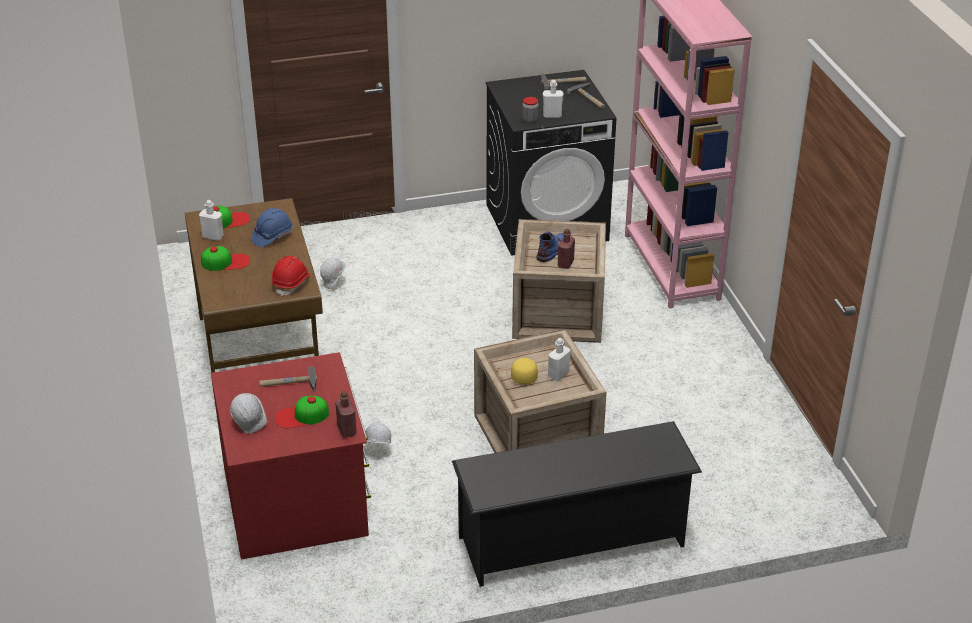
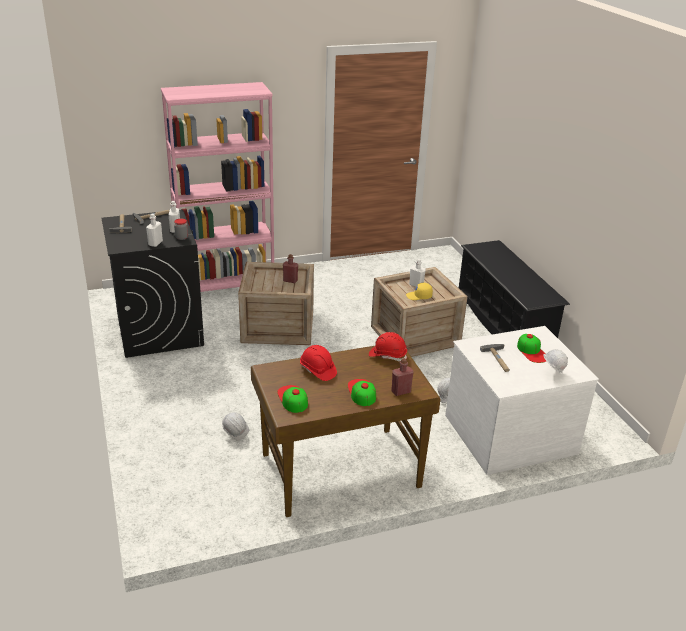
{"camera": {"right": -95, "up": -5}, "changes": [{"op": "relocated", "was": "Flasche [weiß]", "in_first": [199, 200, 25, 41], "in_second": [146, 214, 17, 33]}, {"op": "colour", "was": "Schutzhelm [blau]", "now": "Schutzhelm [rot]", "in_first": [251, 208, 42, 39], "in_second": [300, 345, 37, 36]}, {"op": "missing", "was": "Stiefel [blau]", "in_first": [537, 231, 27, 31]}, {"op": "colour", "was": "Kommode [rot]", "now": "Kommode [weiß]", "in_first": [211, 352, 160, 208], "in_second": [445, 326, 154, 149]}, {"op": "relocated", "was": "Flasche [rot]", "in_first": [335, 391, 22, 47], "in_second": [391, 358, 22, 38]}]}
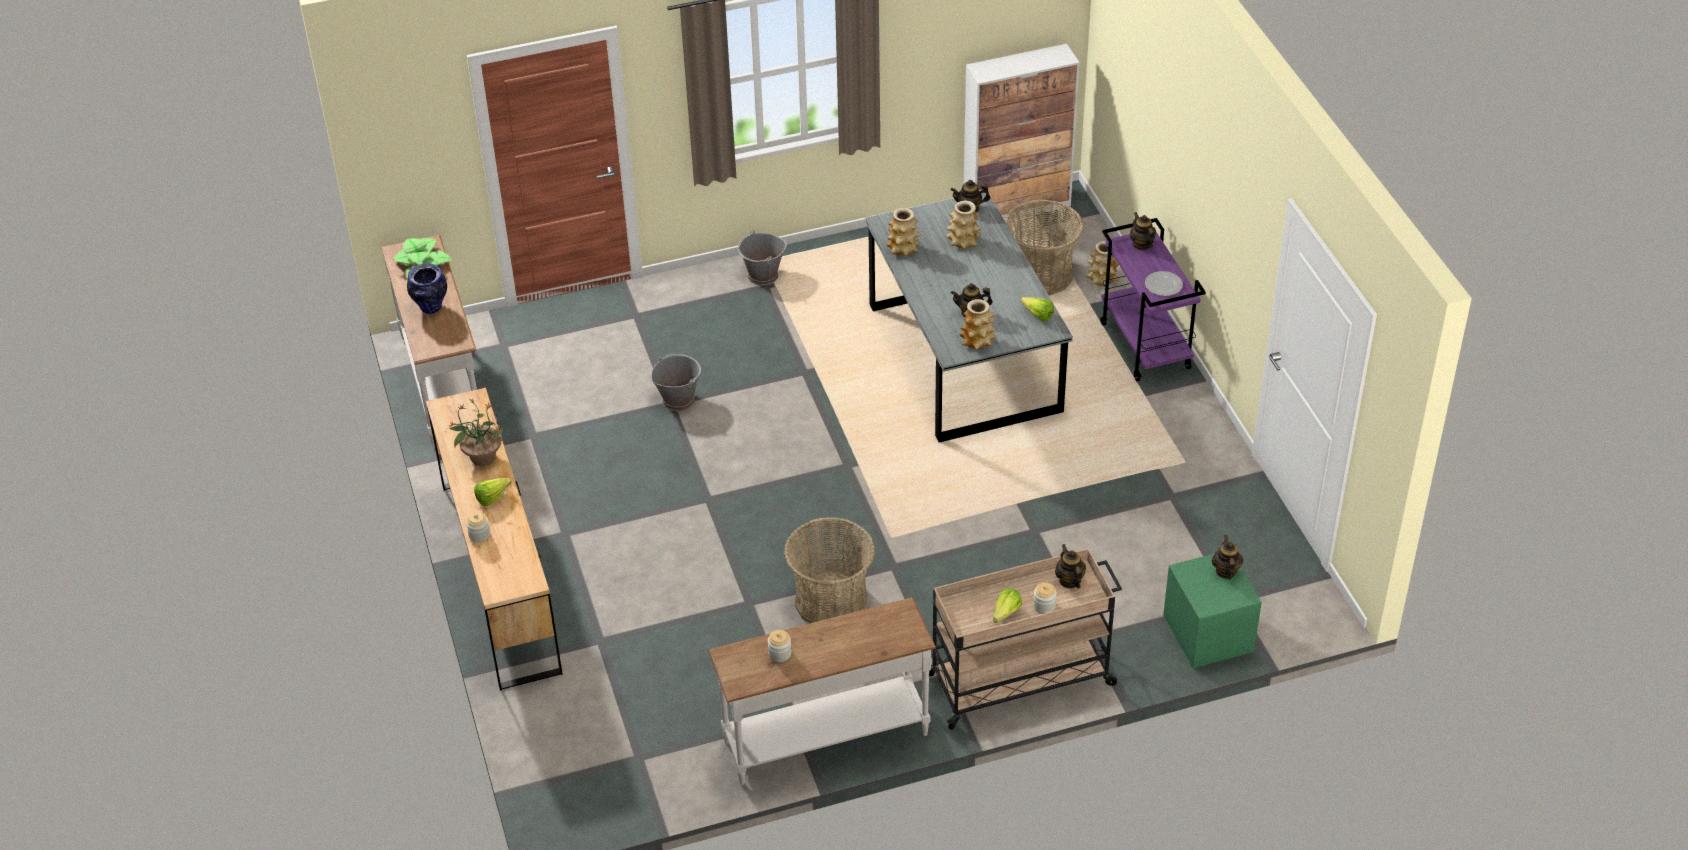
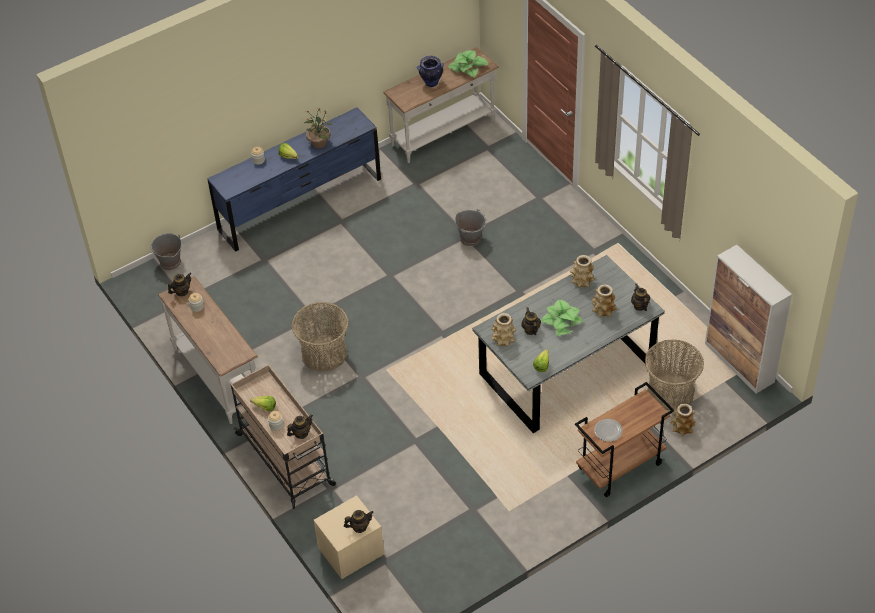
{"camera": {"right": 75, "up": 5}, "changes": [{"op": "relocated", "was": "Teekanne", "in_first": [1130, 212, 26, 38], "in_second": [168, 273, 24, 23]}, {"op": "colour", "was": "Rollwagen [lila]", "now": "Rollwagen [braun]", "in_first": [1100, 218, 106, 164], "in_second": [575, 382, 99, 115]}, {"op": "relocated", "was": "Eimer [grau]", "in_first": [738, 230, 49, 56], "in_second": [150, 233, 32, 37]}, {"op": "colour", "was": "Kommode [braun]", "now": "Kommode [blau]", "in_first": [426, 388, 137, 302], "in_second": [207, 107, 174, 145]}, {"op": "colour", "was": "Nachttisch [grün]", "now": "Nachttisch [beige]", "in_first": [1163, 554, 99, 114], "in_second": [314, 495, 70, 84]}, {"op": "appeared", "now": "Topfpflanze", "in_second": [541, 300, 43, 36]}]}
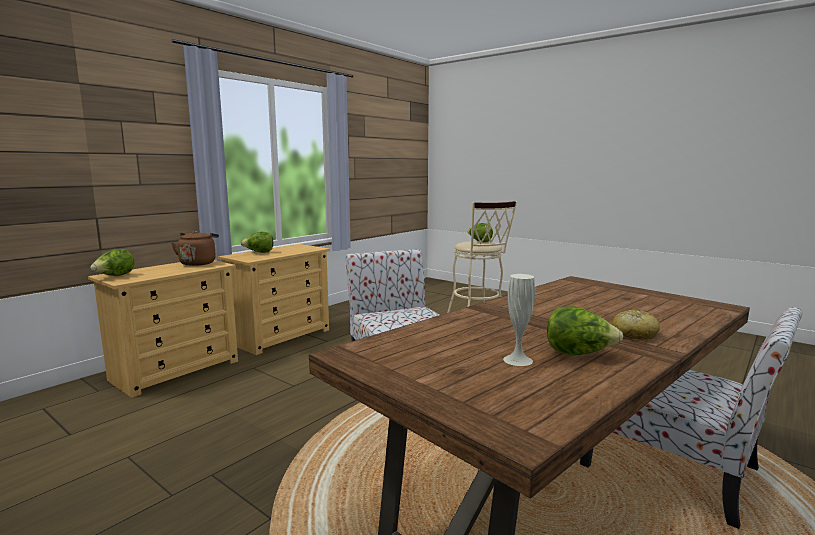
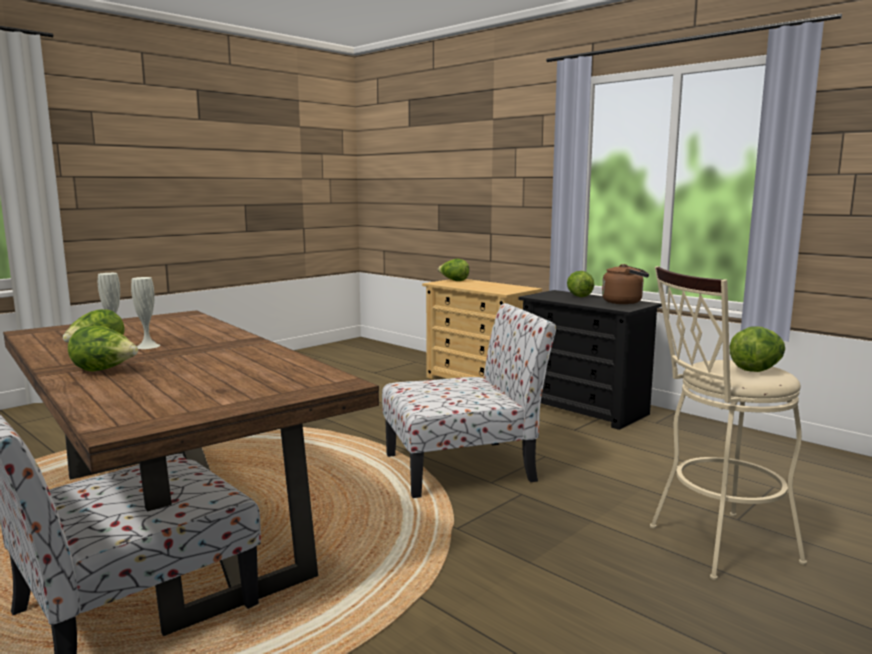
{"camera": {"right": 95, "up": 0}, "changes": [{"op": "relocated", "was": "Wasserkessel [braun]", "in_first": [171, 231, 48, 35], "in_second": [602, 264, 47, 40]}, {"op": "colour", "was": "Kommode [beige]", "now": "Kommode [schwarz]", "in_first": [218, 244, 112, 111], "in_second": [518, 290, 144, 140]}, {"op": "exchanged", "was": "Brot", "now": "Salatkopf", "in_first": [611, 310, 49, 30], "in_second": [68, 326, 70, 46]}, {"op": "appeared", "now": "Vase [weiß]", "in_second": [131, 277, 29, 72]}]}
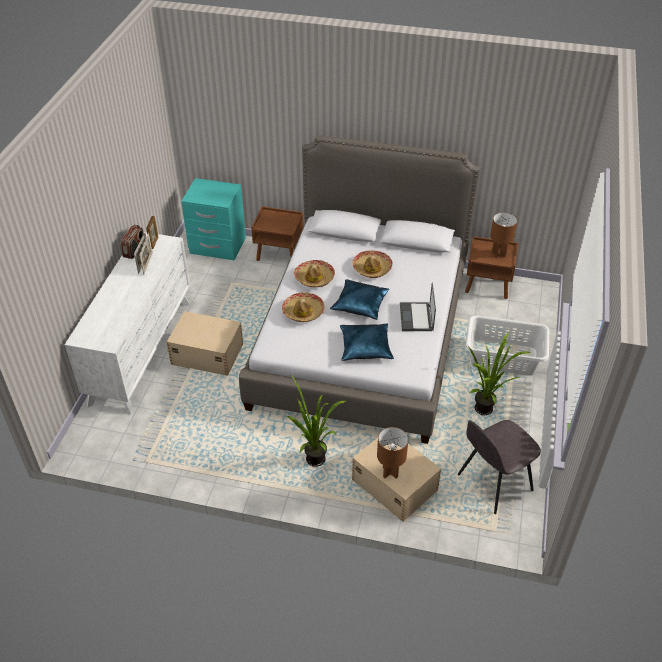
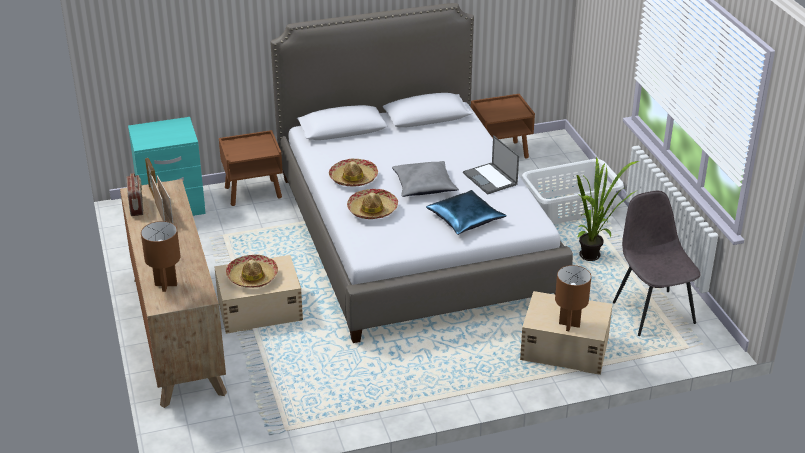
{"camera": {"right": -30, "up": -10}, "changes": [{"op": "relocated", "was": "Tischlampe [braun]", "in_first": [490, 212, 27, 46], "in_second": [141, 221, 40, 71]}, {"op": "colour", "was": "Kommode [weiß]", "now": "Kommode [braun]", "in_first": [65, 232, 125, 183], "in_second": [120, 179, 107, 229]}, {"op": "relocated", "was": "Hut", "in_first": [352, 251, 41, 27], "in_second": [226, 254, 52, 34]}, {"op": "colour", "was": "Kissen [blau]", "now": "Kissen [grau]", "in_first": [330, 279, 59, 41], "in_second": [392, 161, 67, 36]}, {"op": "missing", "was": "Topfpflanze", "in_first": [287, 376, 59, 91]}, {"op": "spun", "was": "Stuhl [grau]", "in_first": [458, 420, 83, 94], "in_second": [613, 191, 87, 145], "clockwise": 135}]}
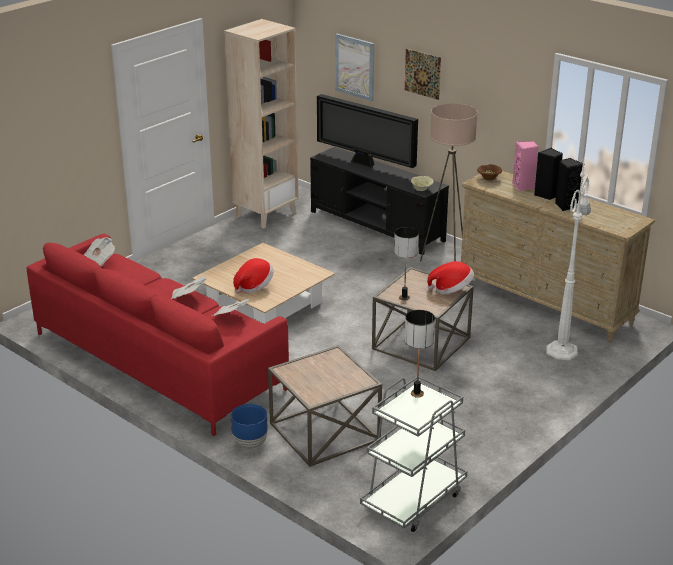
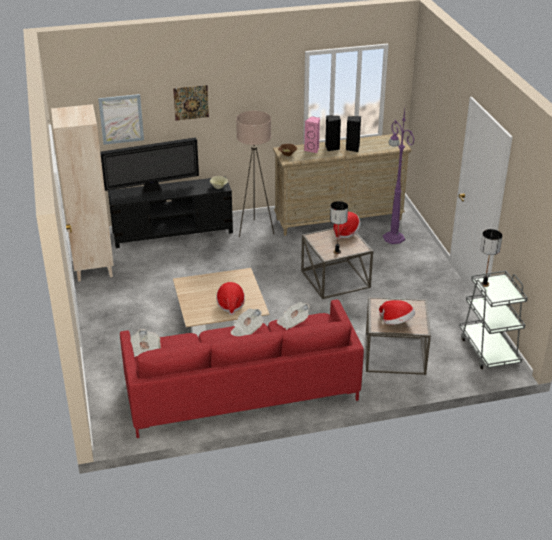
{"camera": {"right": -55, "up": 5}, "changes": [{"op": "colour", "was": "Stehlampe [weiß]", "now": "Stehlampe [lila]", "in_first": [547, 154, 44, 206], "in_second": [383, 109, 32, 135]}, {"op": "missing", "was": "Pflanzkübel [blau]", "in_first": [231, 404, 36, 45]}, {"op": "appeared", "now": "Hut", "in_second": [379, 300, 36, 25]}]}
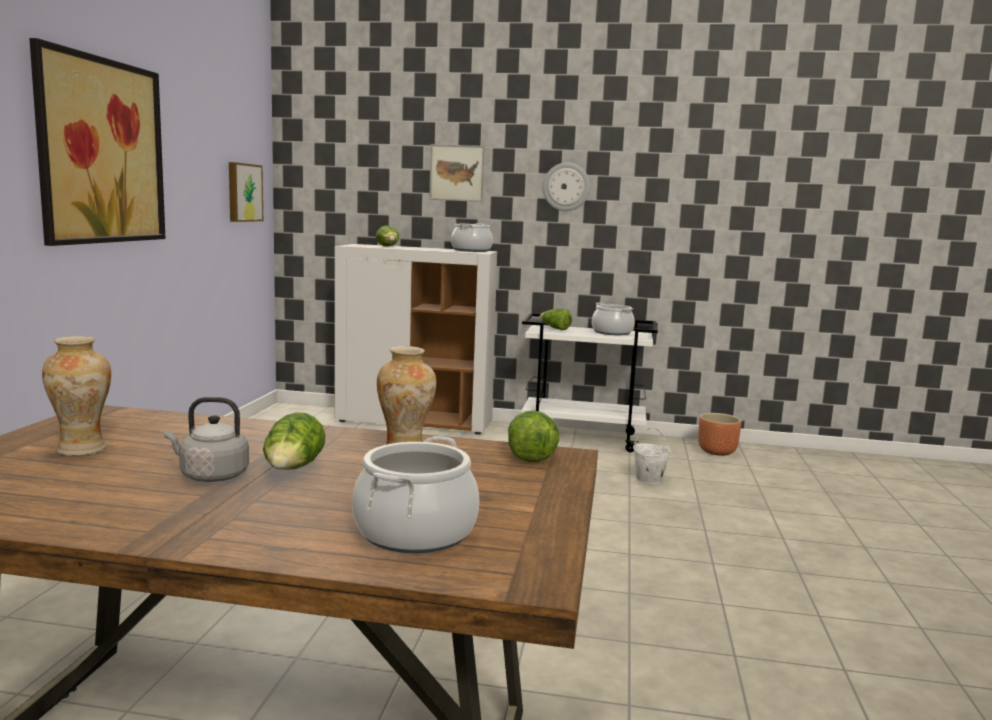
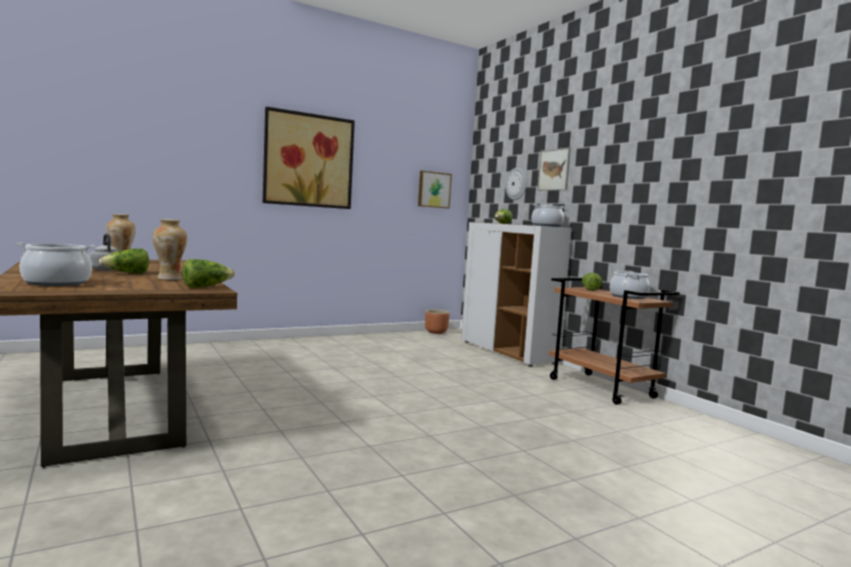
{"camera": {"right": 50, "up": -5}, "changes": [{"op": "relocated", "was": "Wanduhr", "in_first": [543, 163, 47, 48], "in_second": [505, 168, 21, 32]}, {"op": "colour", "was": "Rollwagen [weiß]", "now": "Rollwagen [braun]", "in_first": [521, 313, 137, 139], "in_second": [549, 278, 131, 127]}, {"op": "relocated", "was": "Pflanzkübel [braun]", "in_first": [698, 413, 43, 43], "in_second": [425, 310, 25, 24]}, {"op": "missing", "was": "Eimer [weiß]", "in_first": [633, 427, 38, 57]}]}
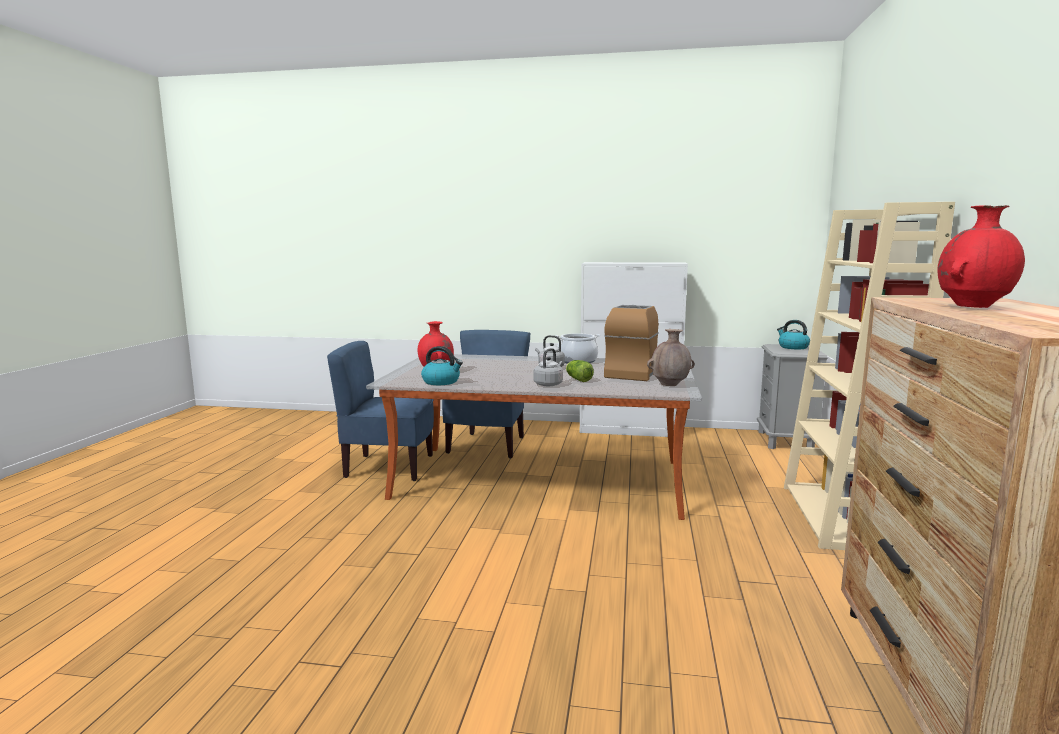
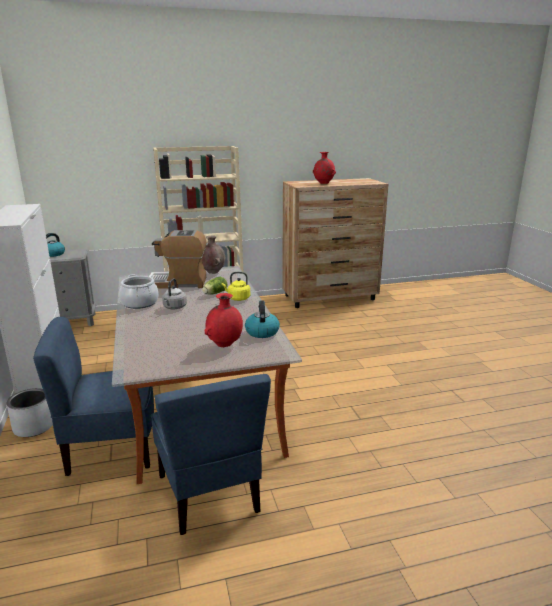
{"camera": {"right": -115, "up": 10}, "changes": [{"op": "colour", "was": "Wasserkessel [grau]", "now": "Wasserkessel [gelb]", "in_first": [533, 348, 30, 38], "in_second": [222, 272, 28, 29]}, {"op": "appeared", "now": "Pflanzkübel [grau]", "in_second": [6, 388, 47, 49]}]}
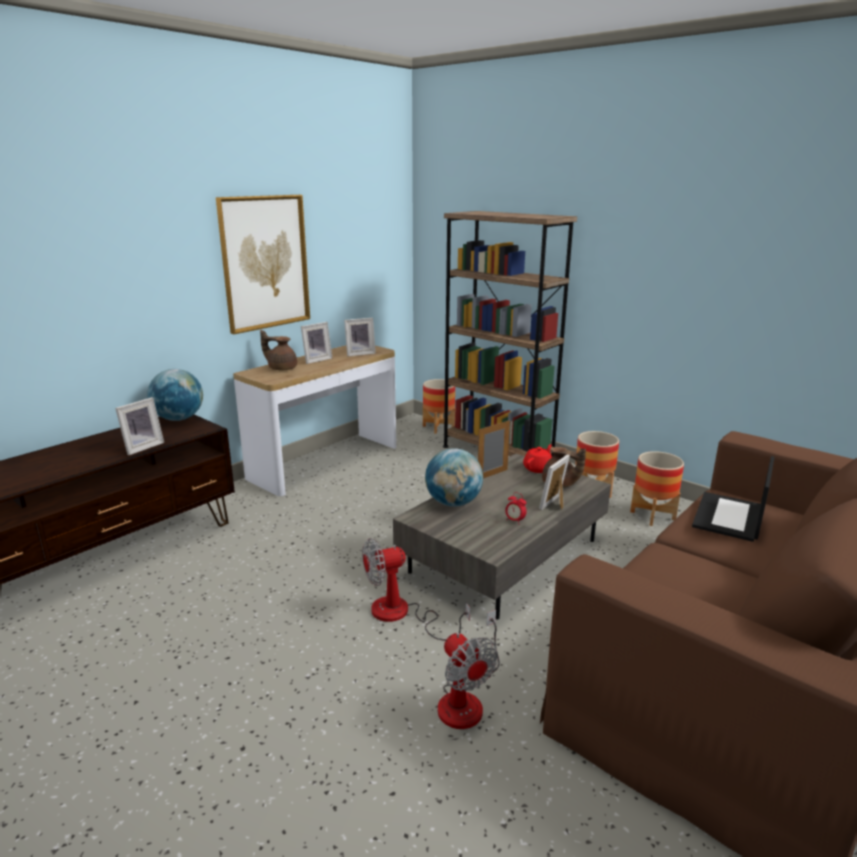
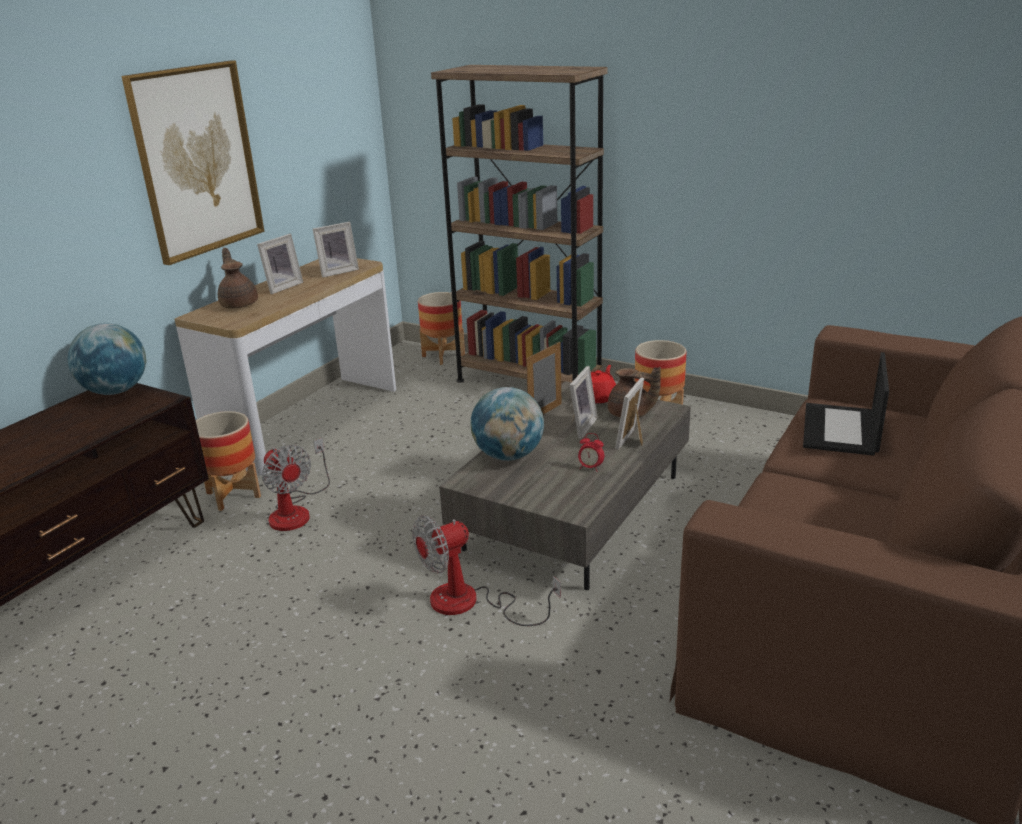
{"camera": {"right": -10, "up": 5}, "changes": [{"op": "spun", "was": "Teekanne [braun]", "in_first": [260, 330, 37, 41], "in_second": [218, 248, 40, 61], "clockwise": 60}, {"op": "relocated", "was": "Bilderrahmen", "in_first": [115, 397, 49, 58], "in_second": [570, 366, 28, 73]}, {"op": "relocated", "was": "Pflanzkübel", "in_first": [630, 451, 54, 75], "in_second": [196, 411, 65, 100]}, {"op": "relocated", "was": "Ventilator", "in_first": [438, 610, 62, 119], "in_second": [262, 438, 68, 93]}]}
